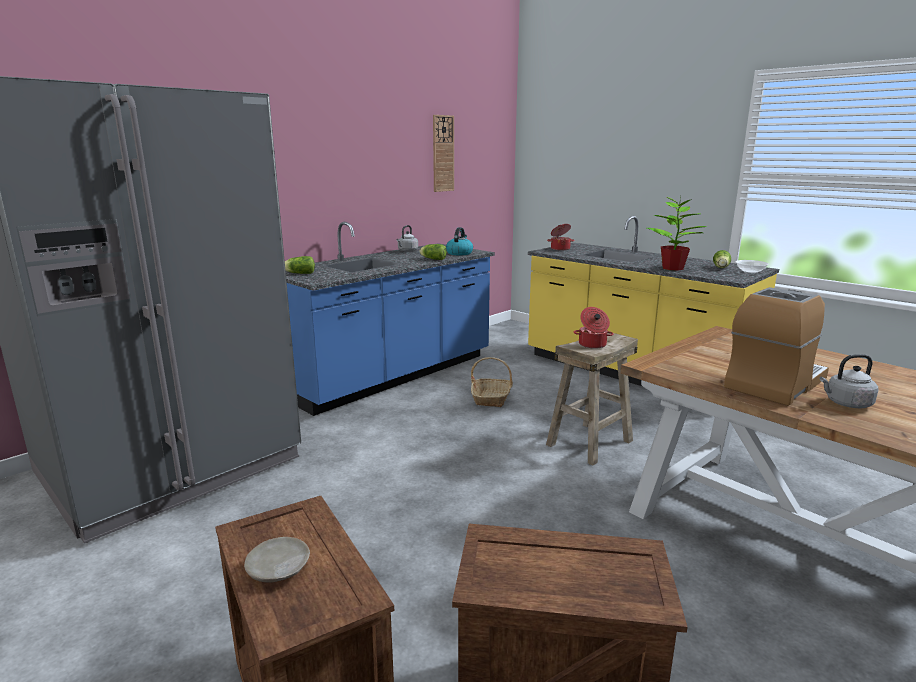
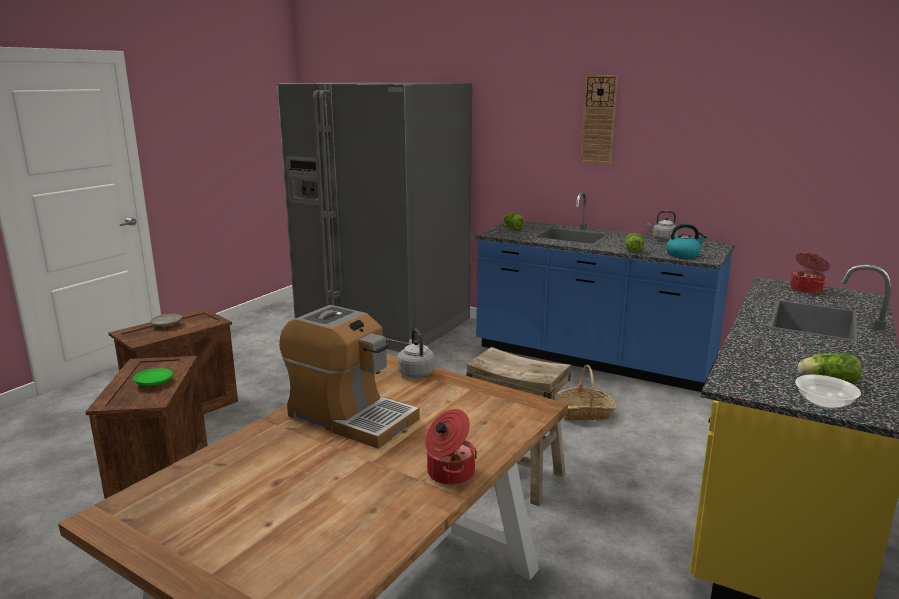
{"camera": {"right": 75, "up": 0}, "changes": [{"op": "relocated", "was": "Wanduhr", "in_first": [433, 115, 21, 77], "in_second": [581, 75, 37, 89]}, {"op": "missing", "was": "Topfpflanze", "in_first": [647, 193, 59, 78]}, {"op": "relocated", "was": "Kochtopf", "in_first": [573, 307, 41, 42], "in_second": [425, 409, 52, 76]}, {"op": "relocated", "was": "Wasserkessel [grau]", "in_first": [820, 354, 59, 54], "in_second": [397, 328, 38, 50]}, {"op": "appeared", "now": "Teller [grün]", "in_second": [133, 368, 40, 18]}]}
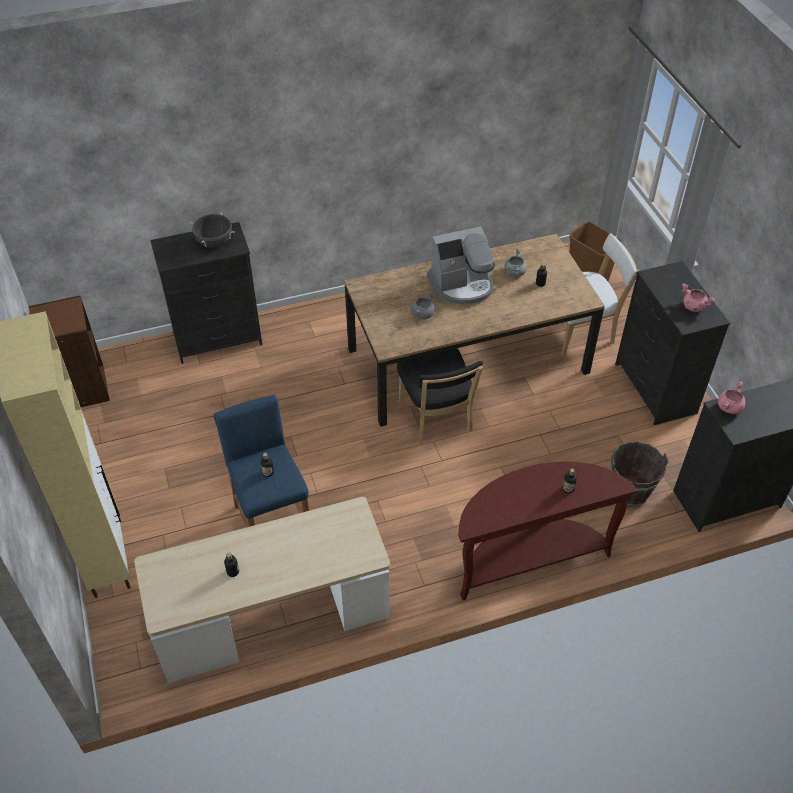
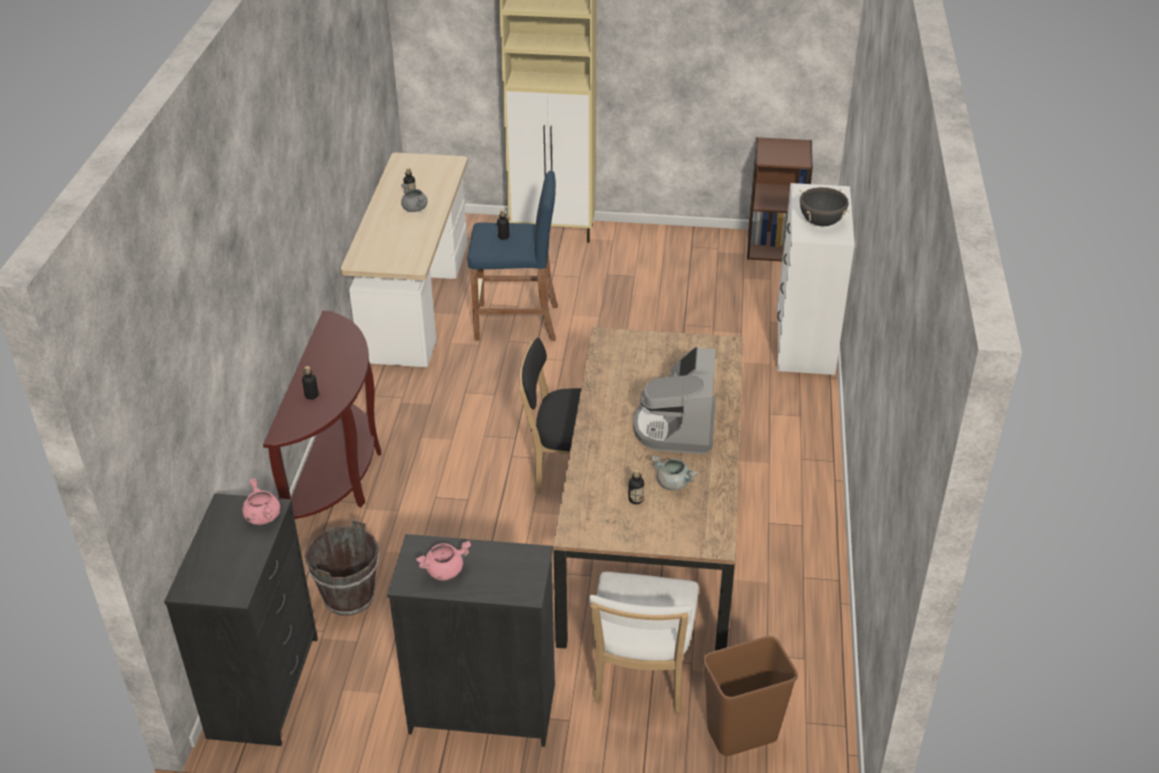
{"camera": {"right": 115, "up": -10}, "changes": [{"op": "colour", "was": "Kommode [schwarz]", "now": "Kommode [weiß]", "in_first": [150, 222, 112, 142], "in_second": [777, 183, 78, 192]}, {"op": "relocated", "was": "Kochtopf [grau]", "in_first": [411, 291, 24, 28], "in_second": [401, 184, 26, 28]}]}
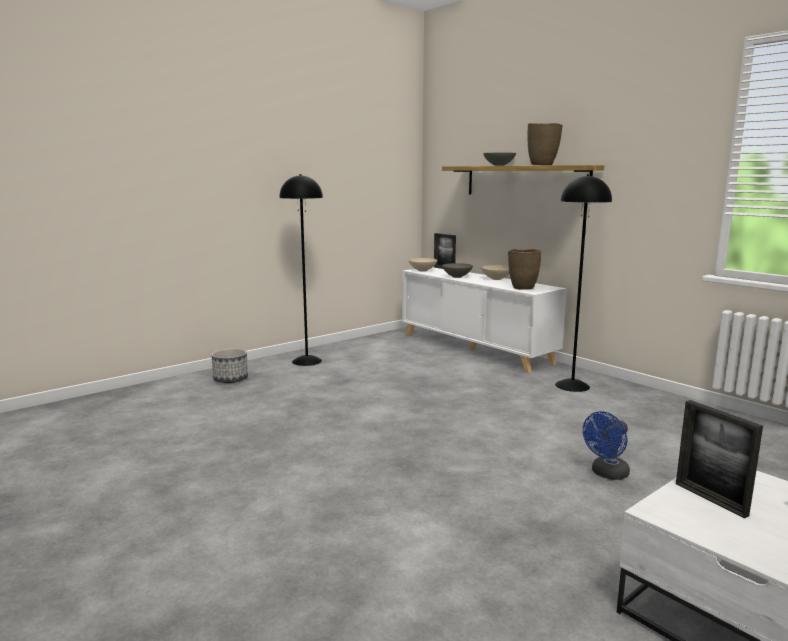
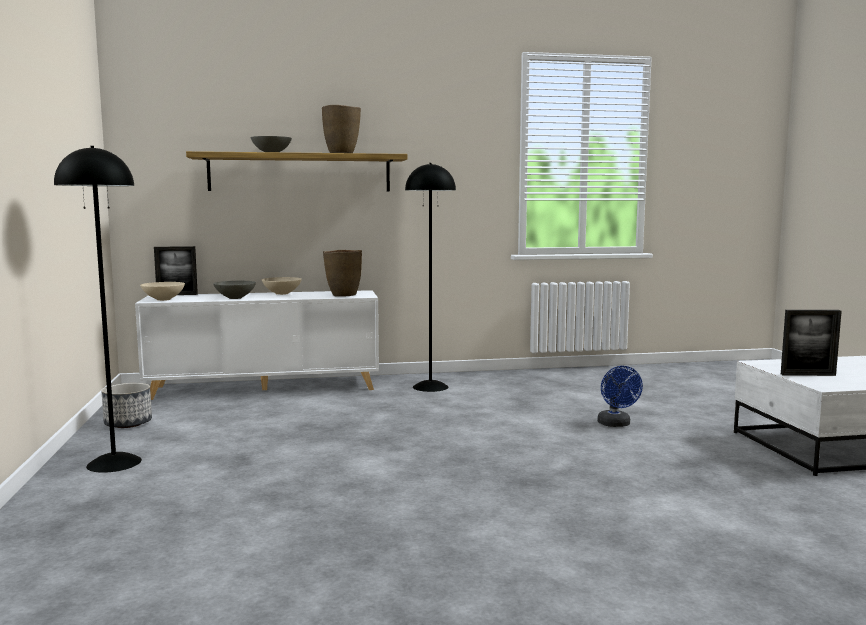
{"camera": {"right": -60, "up": -5}, "changes": [{"op": "relocated", "was": "Pflanzkübel", "in_first": [211, 348, 37, 35], "in_second": [101, 383, 51, 45]}]}
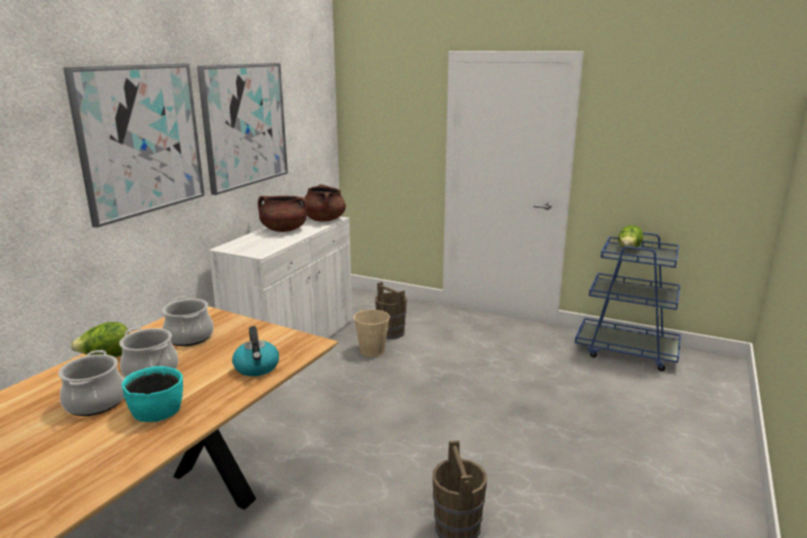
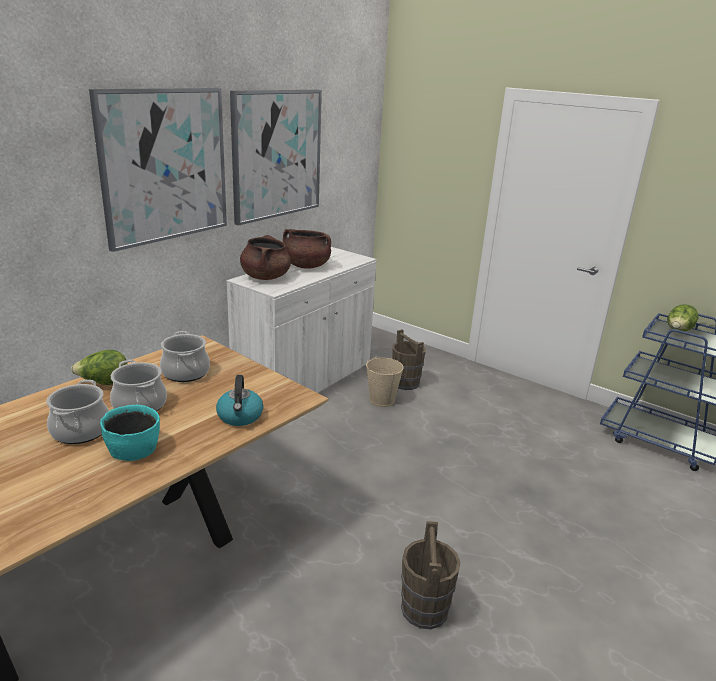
{"camera": {"right": 10, "up": 5}, "changes": [{"op": "relocated", "was": "Kochtopf [braun]", "in_first": [304, 184, 42, 38], "in_second": [240, 235, 51, 45]}]}
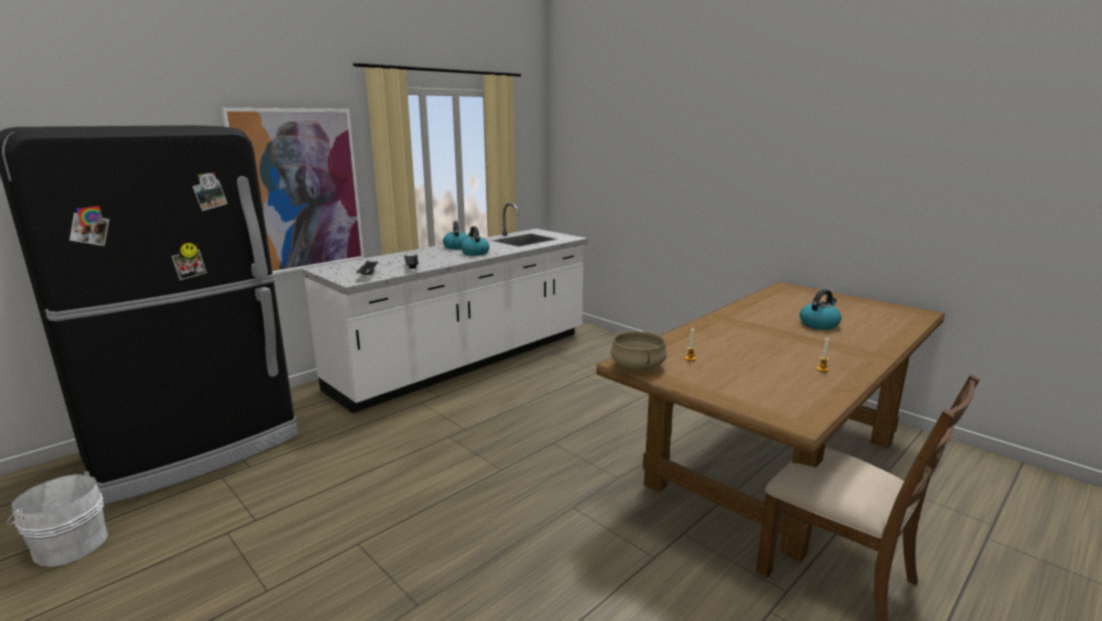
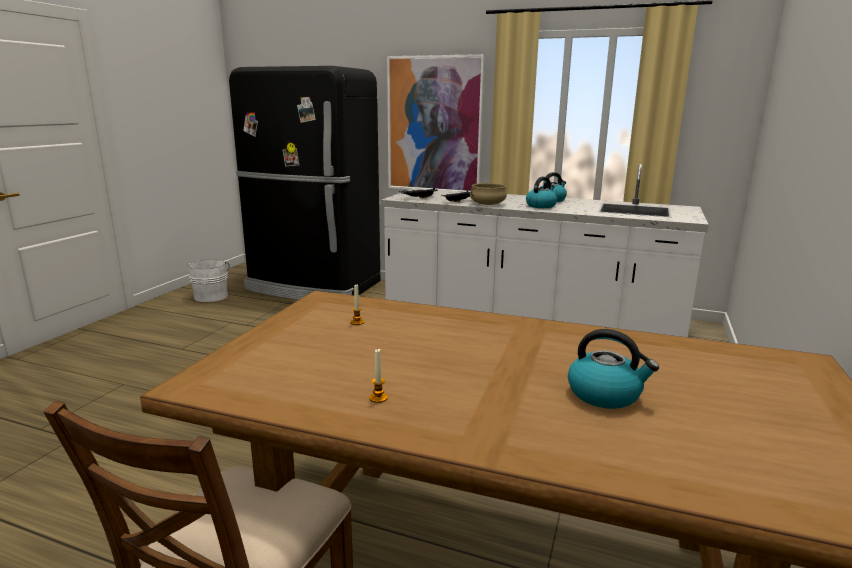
{"camera": {"right": 65, "up": 0}, "changes": [{"op": "relocated", "was": "Kochtopf [beige]", "in_first": [610, 331, 57, 39], "in_second": [470, 183, 37, 22]}]}
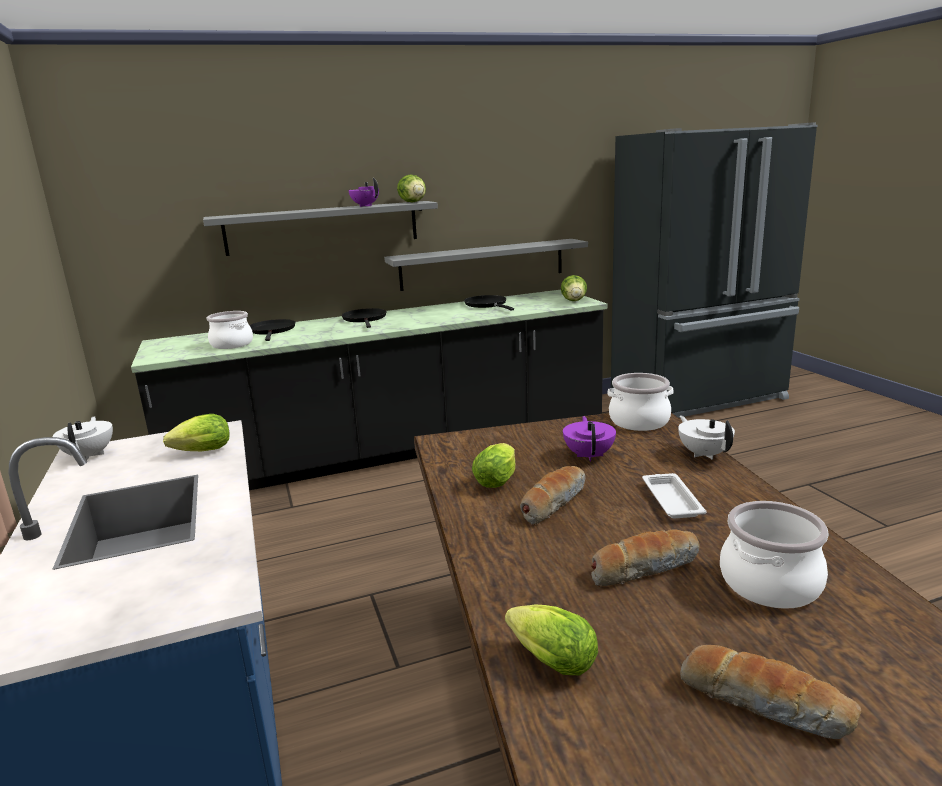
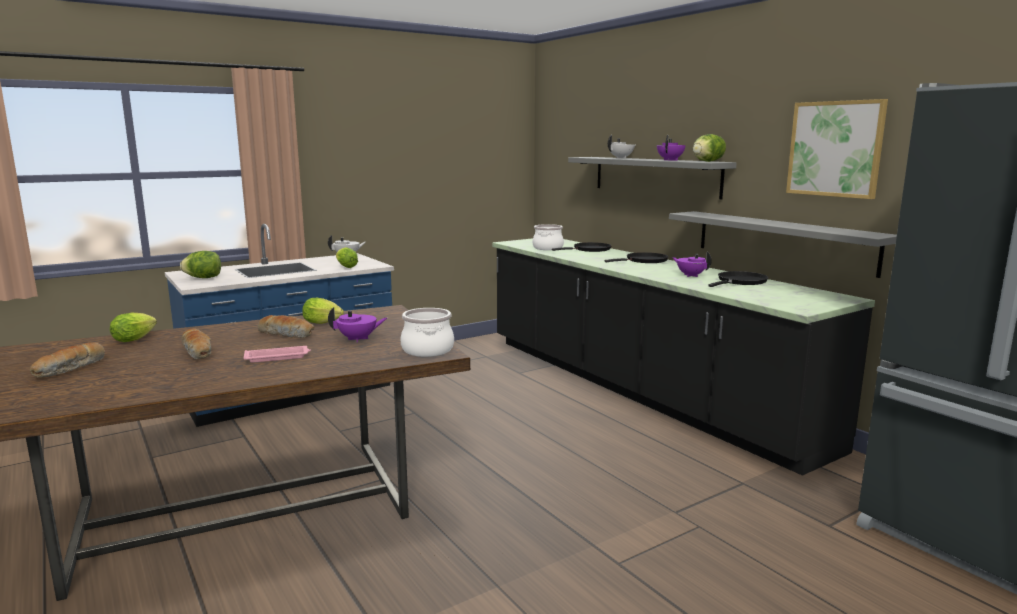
{"camera": {"right": 75, "up": -5}, "changes": [{"op": "relocated", "was": "Salatkopf", "in_first": [561, 275, 26, 26], "in_second": [180, 251, 41, 27]}, {"op": "relocated", "was": "Teekanne [weiß]", "in_first": [678, 416, 57, 44], "in_second": [608, 135, 29, 24]}, {"op": "colour", "was": "Tablett [weiß]", "now": "Tablett [rosa]", "in_first": [642, 473, 65, 46], "in_second": [243, 346, 68, 17]}, {"op": "missing", "was": "Kochtopf", "in_first": [720, 501, 109, 108]}, {"op": "appeared", "now": "Bild", "in_second": [786, 99, 102, 100]}, {"op": "appeared", "now": "Teekanne [lila]", "in_second": [672, 251, 40, 26]}]}
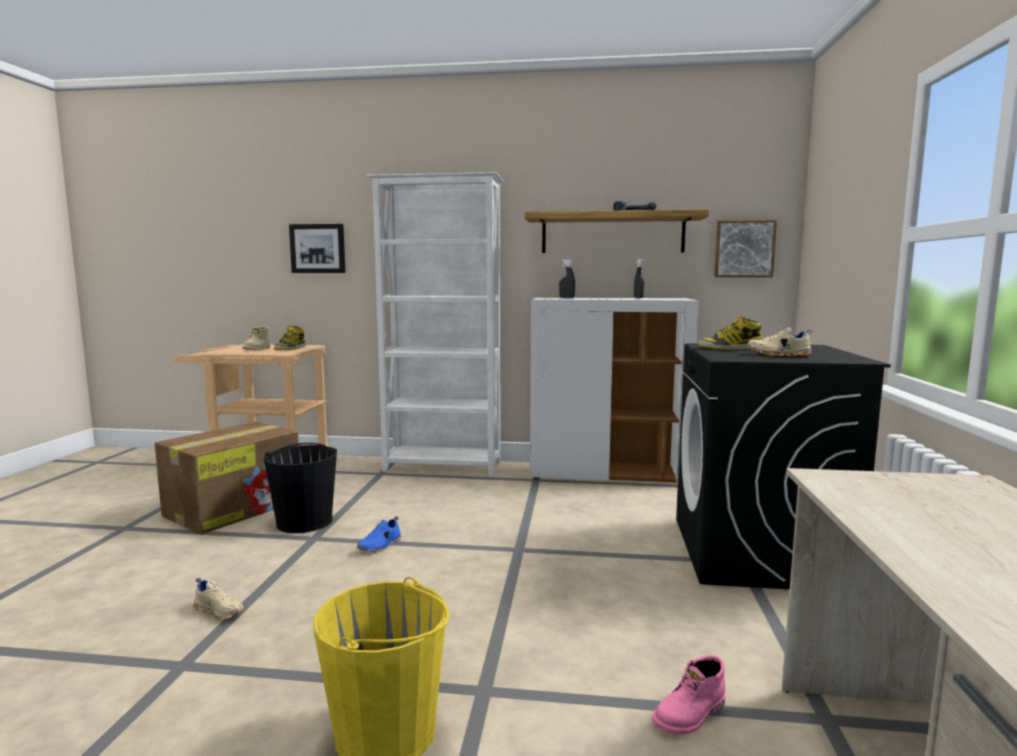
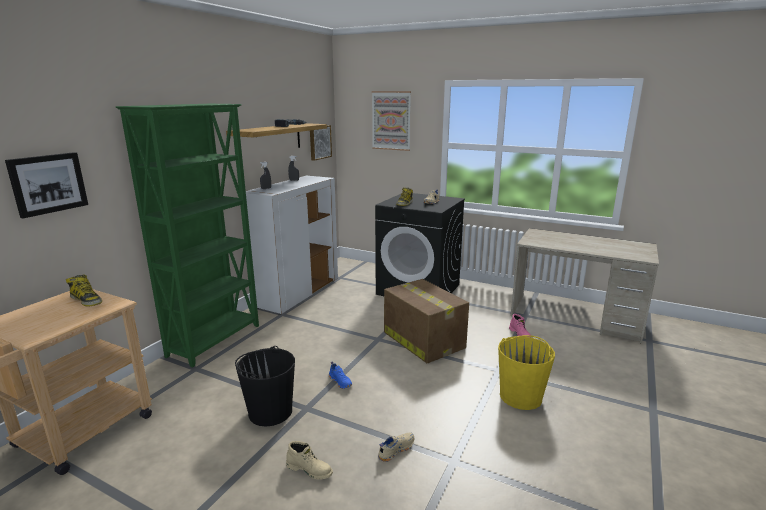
{"camera": {"right": -70, "up": 10}, "changes": [{"op": "colour", "was": "Bücherregal [weiß]", "now": "Bücherregal [grün]", "in_first": [367, 172, 137, 304], "in_second": [116, 104, 143, 264]}, {"op": "relocated", "was": "Stiefel [beige]", "in_first": [242, 326, 28, 24], "in_second": [286, 441, 47, 39]}, {"op": "relocated", "was": "Karton", "in_first": [155, 421, 143, 114], "in_second": [384, 279, 85, 84]}, {"op": "appeared", "now": "Bild", "in_second": [372, 91, 39, 60]}]}
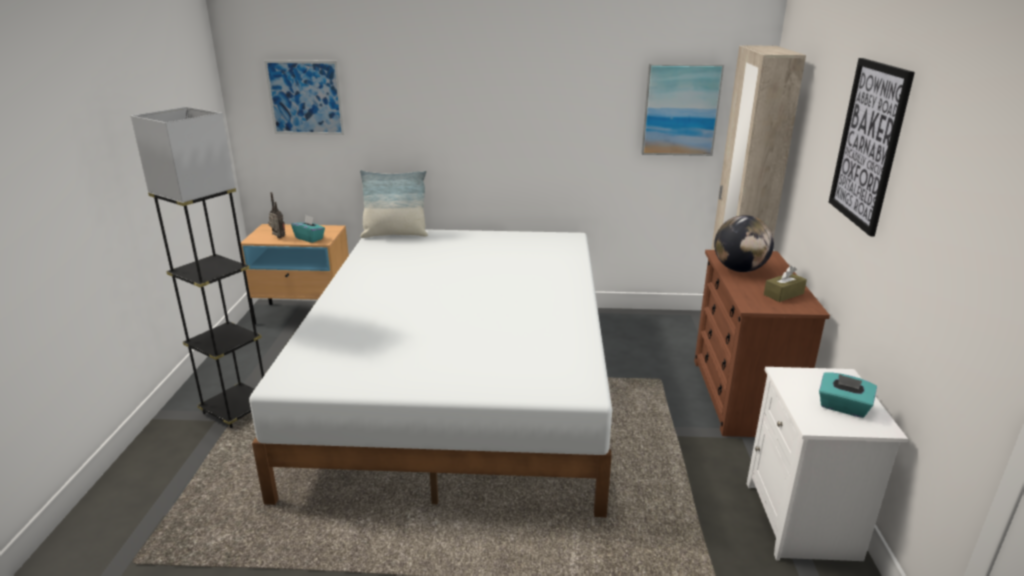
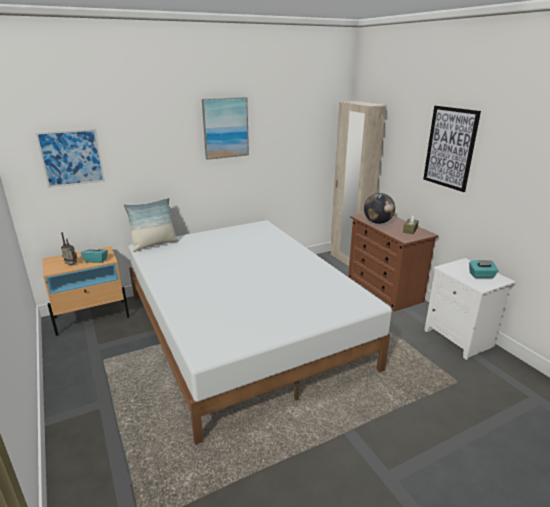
{"camera": {"right": -30, "up": 0}, "changes": [{"op": "relocated", "was": "Bild", "in_first": [641, 63, 83, 93], "in_second": [202, 97, 47, 63]}, {"op": "missing", "was": "Stehlampe [grau]", "in_first": [131, 107, 133, 321]}]}
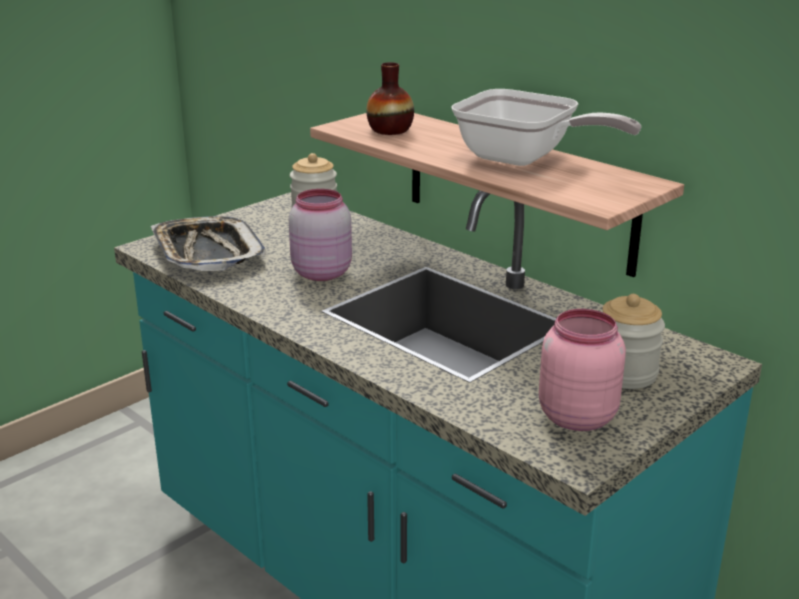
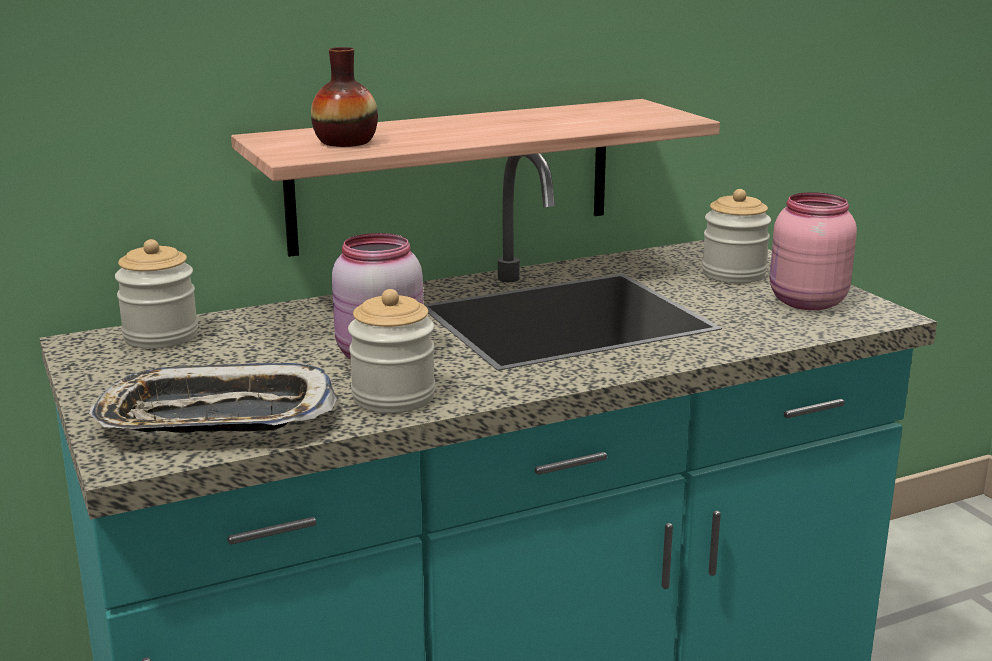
{"camera": {"right": -70, "up": -5}, "changes": [{"op": "missing", "was": "Pfanne", "in_first": [451, 89, 190, 77]}, {"op": "appeared", "now": "Vorratsglas", "in_second": [348, 289, 87, 124]}]}
